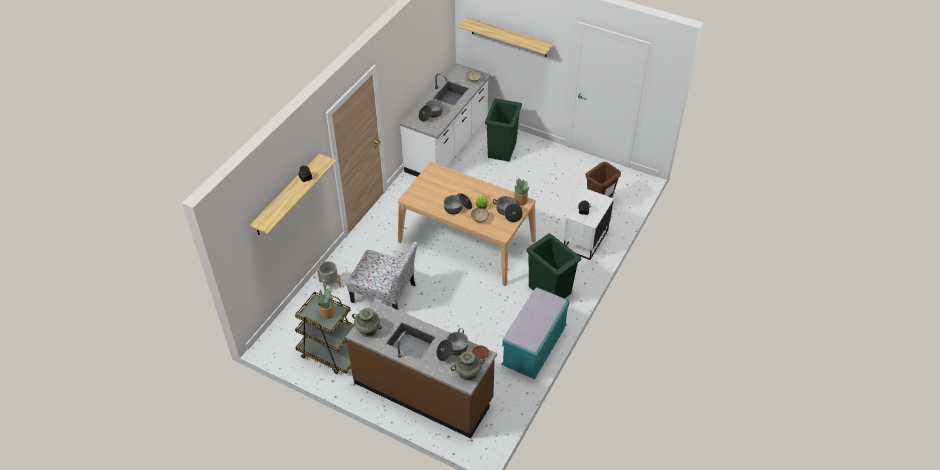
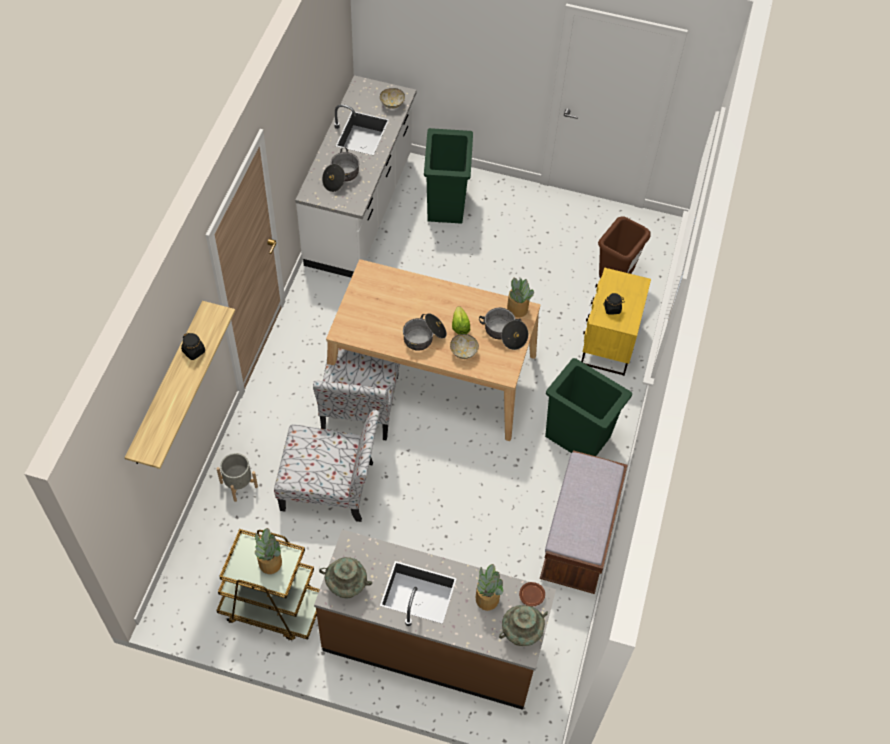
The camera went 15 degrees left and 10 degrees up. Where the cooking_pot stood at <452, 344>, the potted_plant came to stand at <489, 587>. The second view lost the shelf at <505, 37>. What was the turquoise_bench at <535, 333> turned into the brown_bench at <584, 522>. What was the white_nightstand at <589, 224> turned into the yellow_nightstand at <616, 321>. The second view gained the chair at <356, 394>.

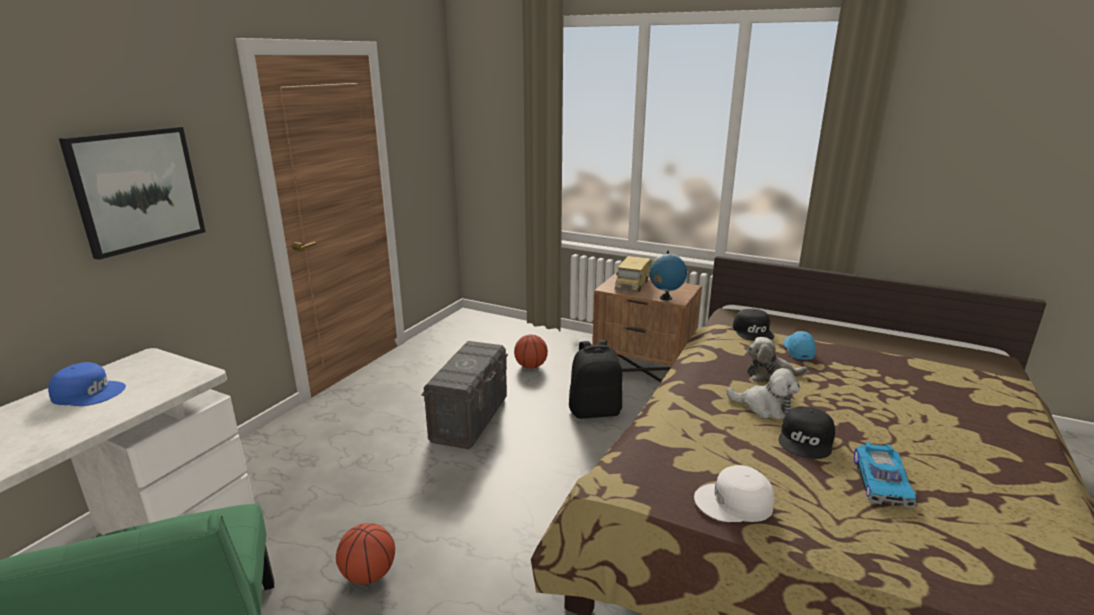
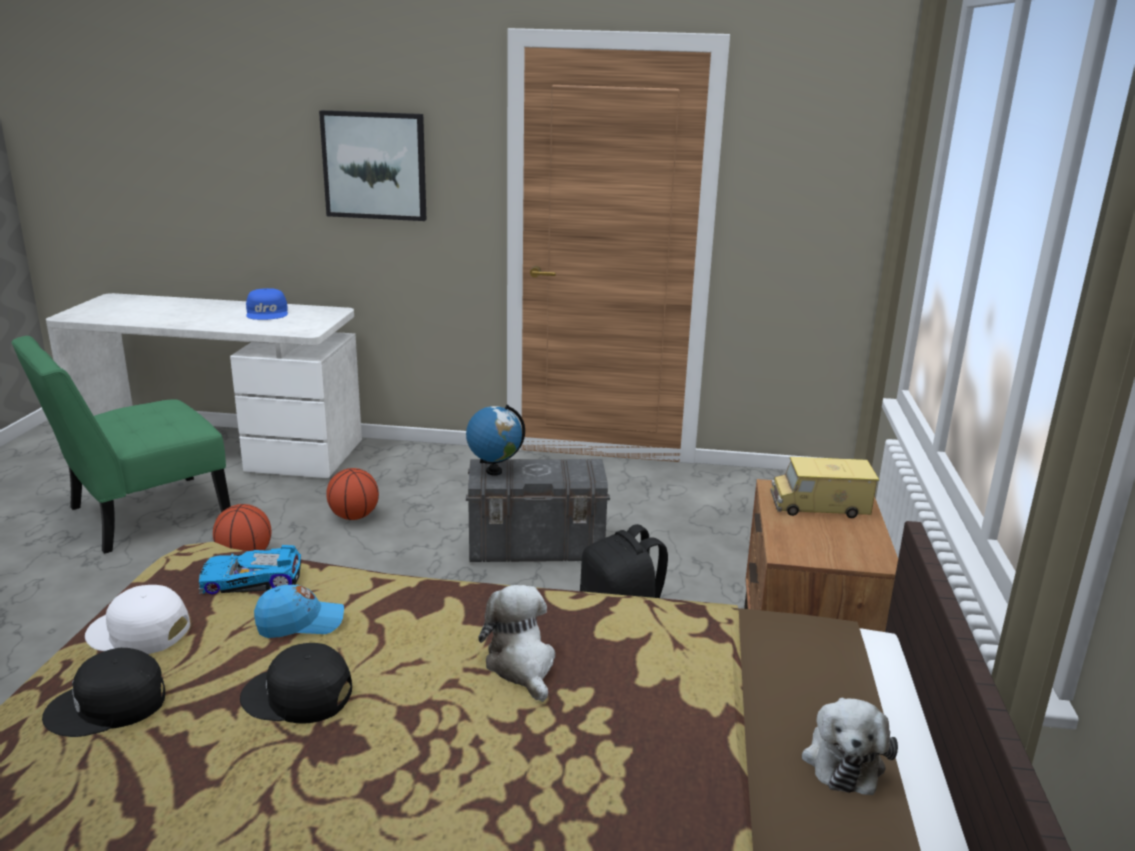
The camera went 70 degrees right and 0 degrees up. The basketball ended up elsewhere, having gone from <531, 351> to <352, 494>. The globe ended up elsewhere, having gone from <668, 275> to <495, 440>. The white_cap at <734, 493> ended up facing another way, 60 degrees counterclockwise from before. The plush_toy ended up elsewhere, having gone from <763, 393> to <850, 746>. The black_cap ended up elsewhere, having gone from <753, 325> to <103, 692>. The blue_cap ended up elsewhere, having gone from <799, 345> to <299, 611>. The toy_car ended up elsewhere, having gone from <885, 475> to <250, 569>.

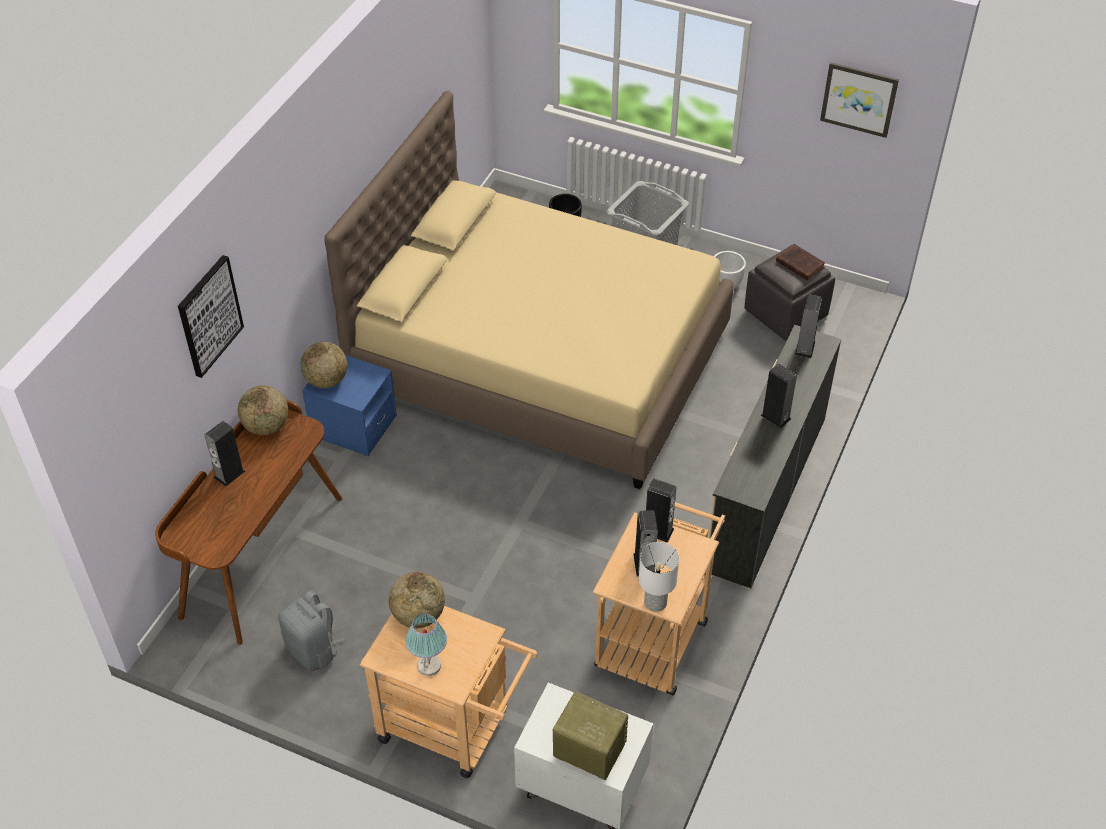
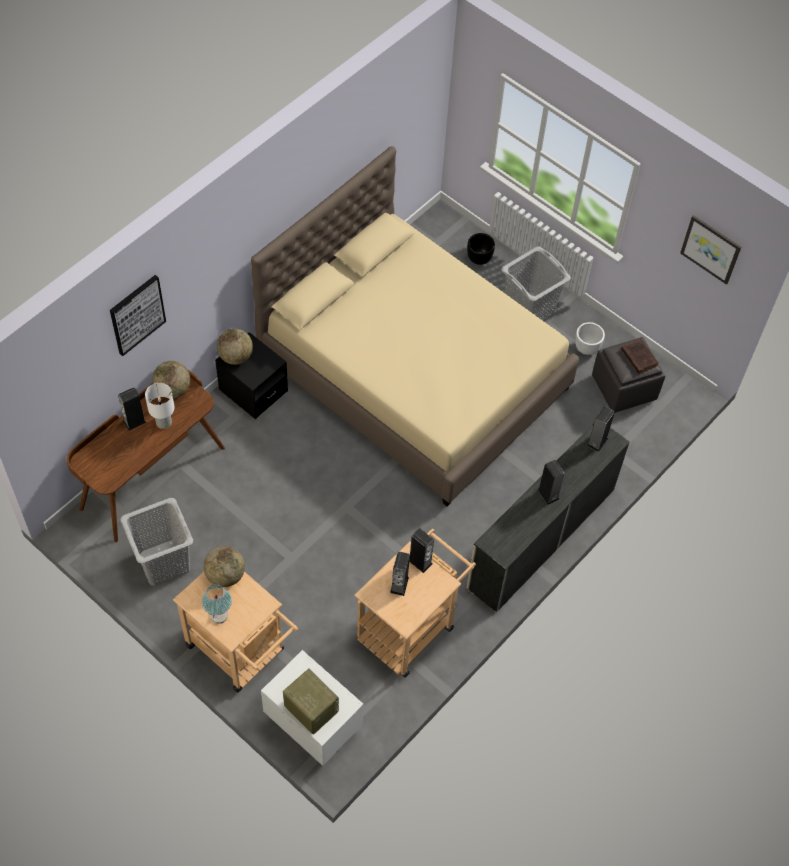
The camera went 15 degrees right and 10 degrees up. Where the grey_backpack stood at <311, 630>, the grey_laundry_basket came to stand at <156, 542>. What was the blue_nightstand at <349, 405> turned into the black_nightstand at <251, 375>. The white_table_lamp ended up elsewhere, having gone from <659, 577> to <159, 406>.

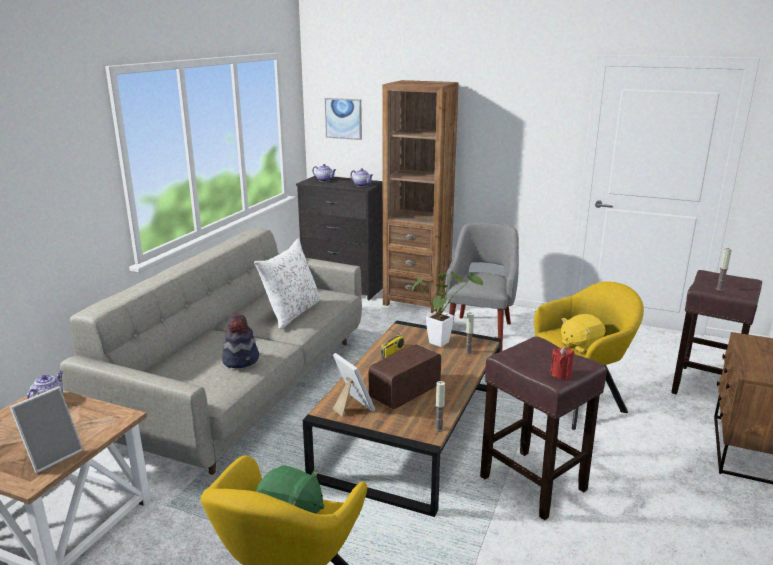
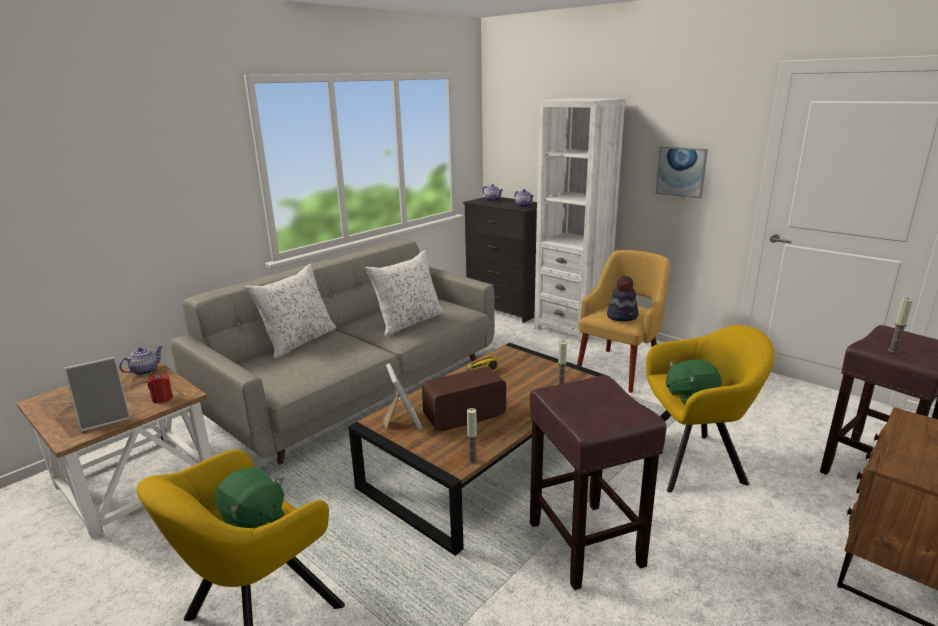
The camera went 20 degrees right and 0 degrees up. The hat ended up elsewhere, having gone from <240, 341> to <623, 299>. The picture ended up elsewhere, having gone from <343, 119> to <681, 172>. What was the brown_bookcase at <420, 196> turned into the white_bookcase at <579, 220>. The second view lost the potted_plant at <447, 309>. What was the grey_armchair at <482, 287> turned into the yellow_armchair at <623, 321>. The red_candle ended up elsewhere, having gone from <562, 363> to <160, 388>. What was the yellow_plush_toy at <583, 333> turned into the green_plush_toy at <694, 381>. The second view gained the white_pillow at <291, 311>.

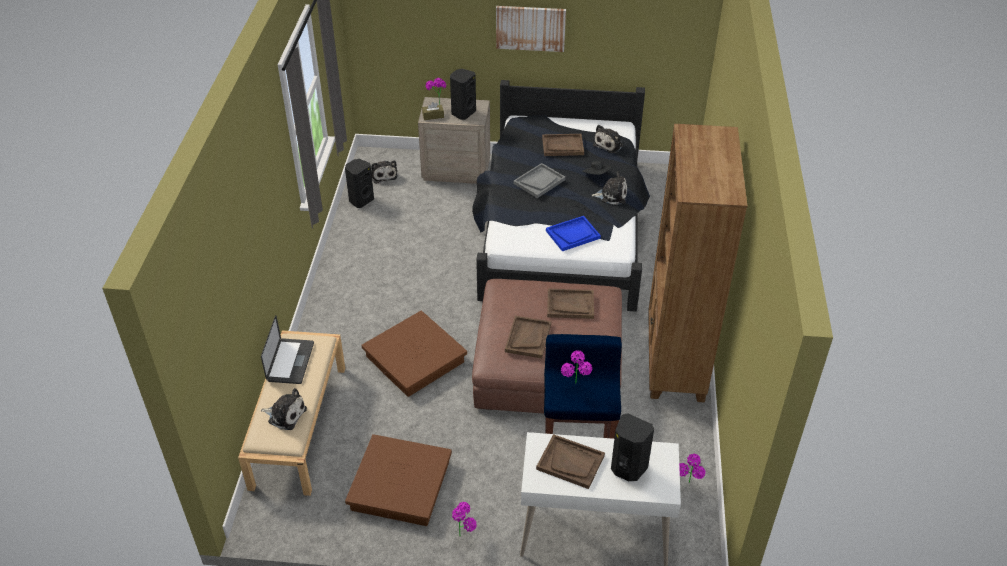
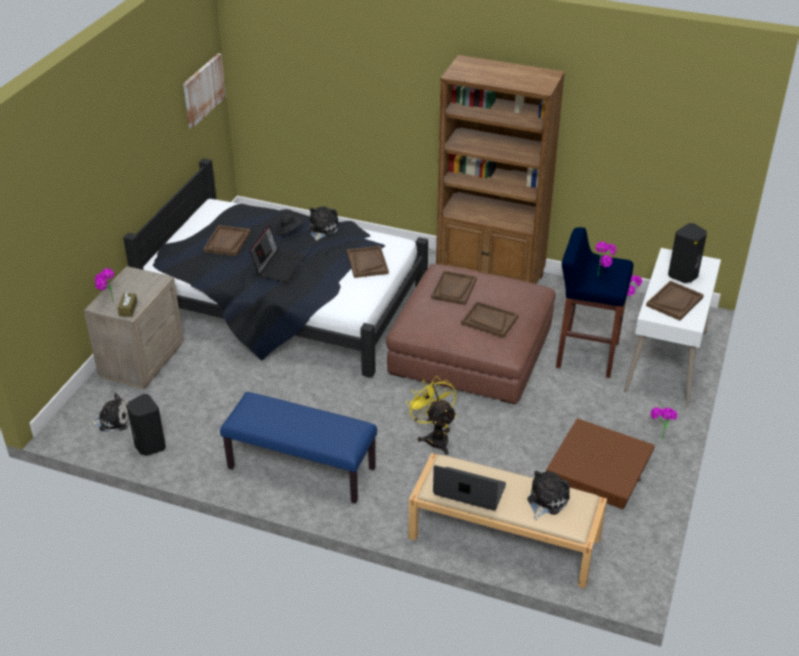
The camera went 75 degrees left and 5 degrees down. Where the brown_storage_box stood at <414, 354>, the yellow_fan came to stand at <431, 415>. The second view lost the black_speaker at <463, 94>. The picture ended up elsewhere, having gone from <531, 29> to <204, 91>. Where the grey_tray stood at <539, 180>, the laptop came to stand at <277, 253>. What was the blue_tray at <573, 233> turned into the brown_tray at <368, 262>. The second view lost the plush_toy at <608, 139>. The second view gained the blue_bench at <298, 448>.

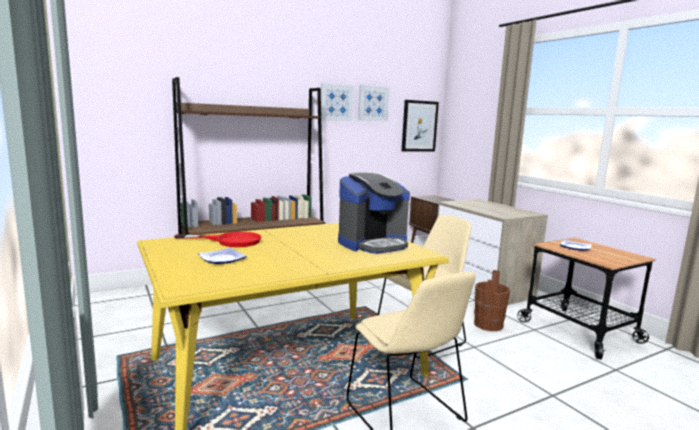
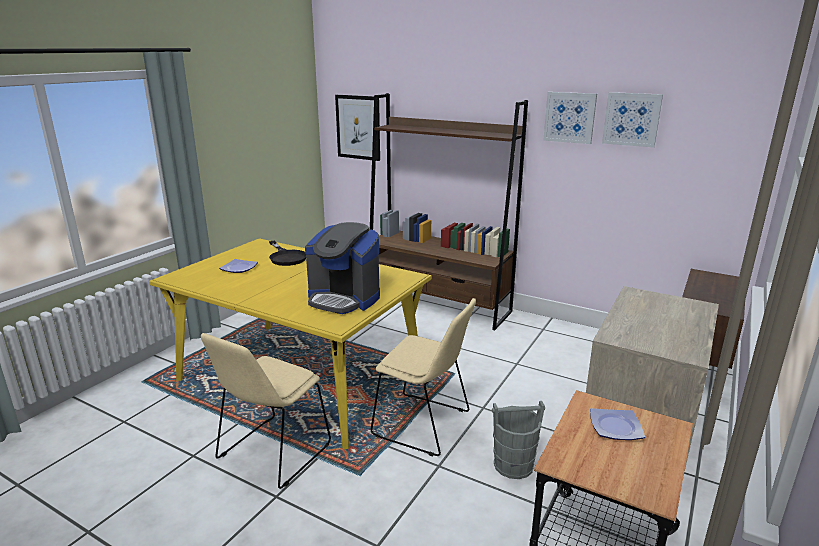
The camera went 60 degrees right and 10 degrees up. What was the red_frying_pan at <218, 239> turned into the black_frying_pan at <287, 253>. The picture ended up elsewhere, having gone from <420, 126> to <357, 128>. What was the brown_bucket at <492, 300> turned into the grey_bucket at <518, 440>.

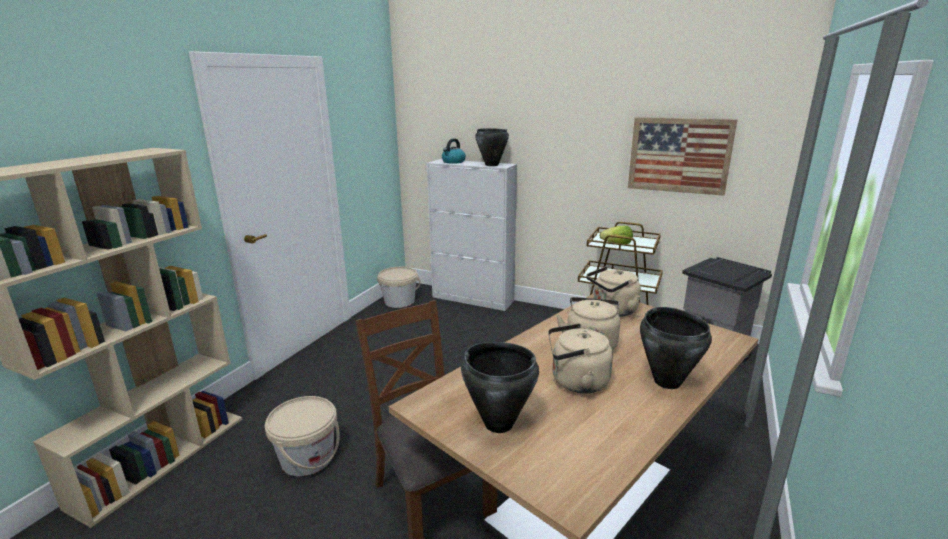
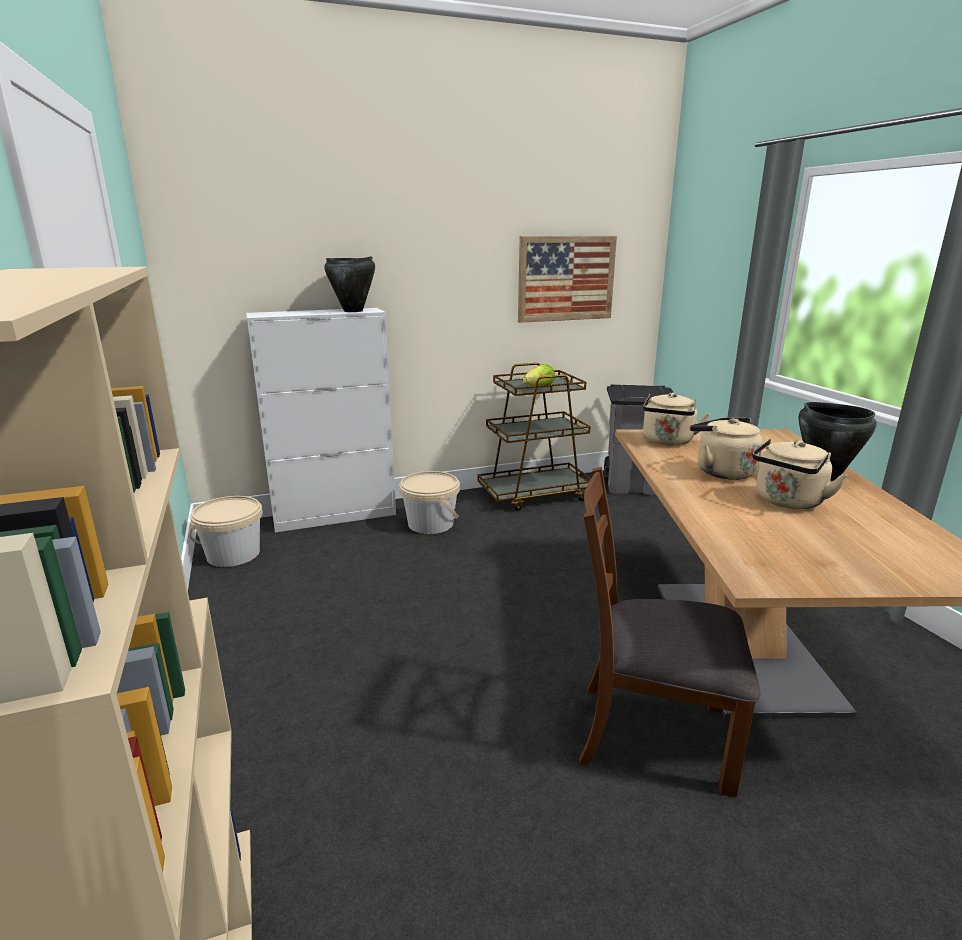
The camera went 45 degrees left and 0 degrees up. The beige_bucket ended up elsewhere, having gone from <302, 436> to <429, 502>. The second view lost the kettle at <454, 151>. The second view lost the black_cooking_pot at <500, 387>.

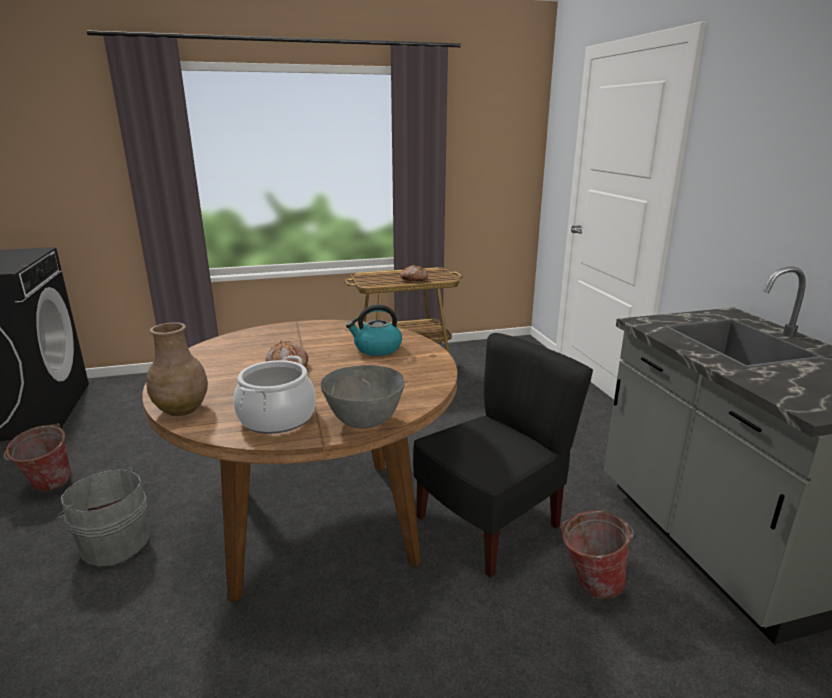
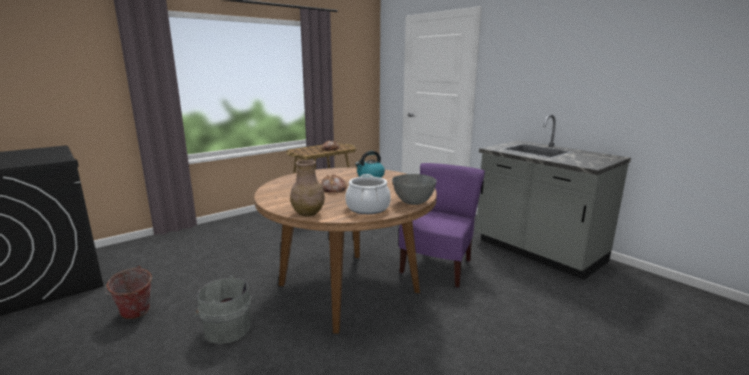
The camera went 25 degrees left and 5 degrees down. What was the black_chair at <503, 455> turned into the purple_chair at <442, 225>. The second view lost the bucket at <597, 555>.

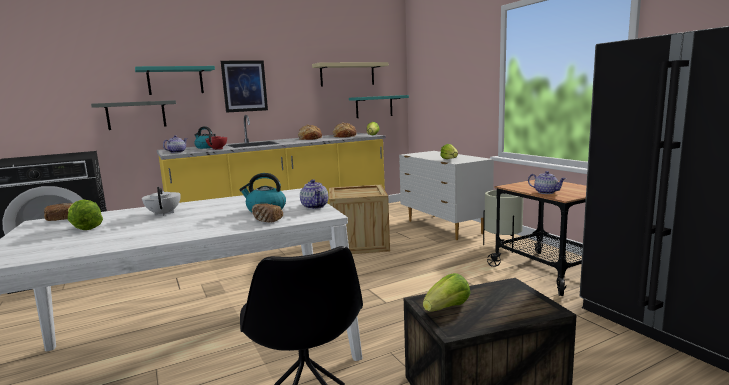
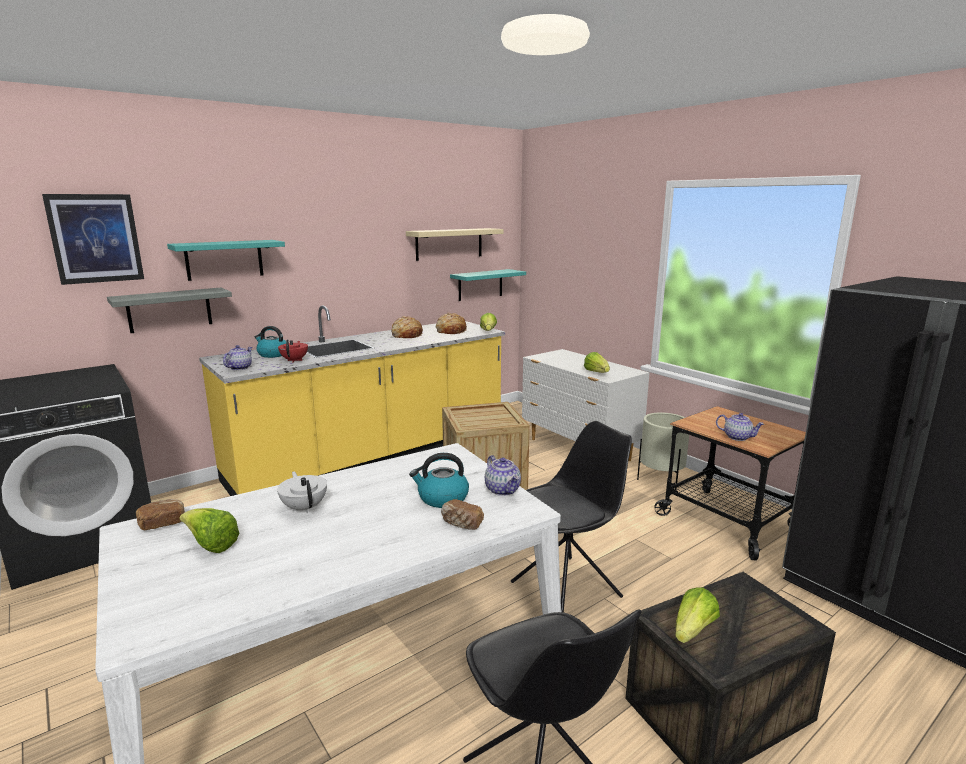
The camera went 10 degrees left and 5 degrees up. The picture ended up elsewhere, having gone from <244, 87> to <93, 239>. The second view gained the black_chair at <571, 516>.

